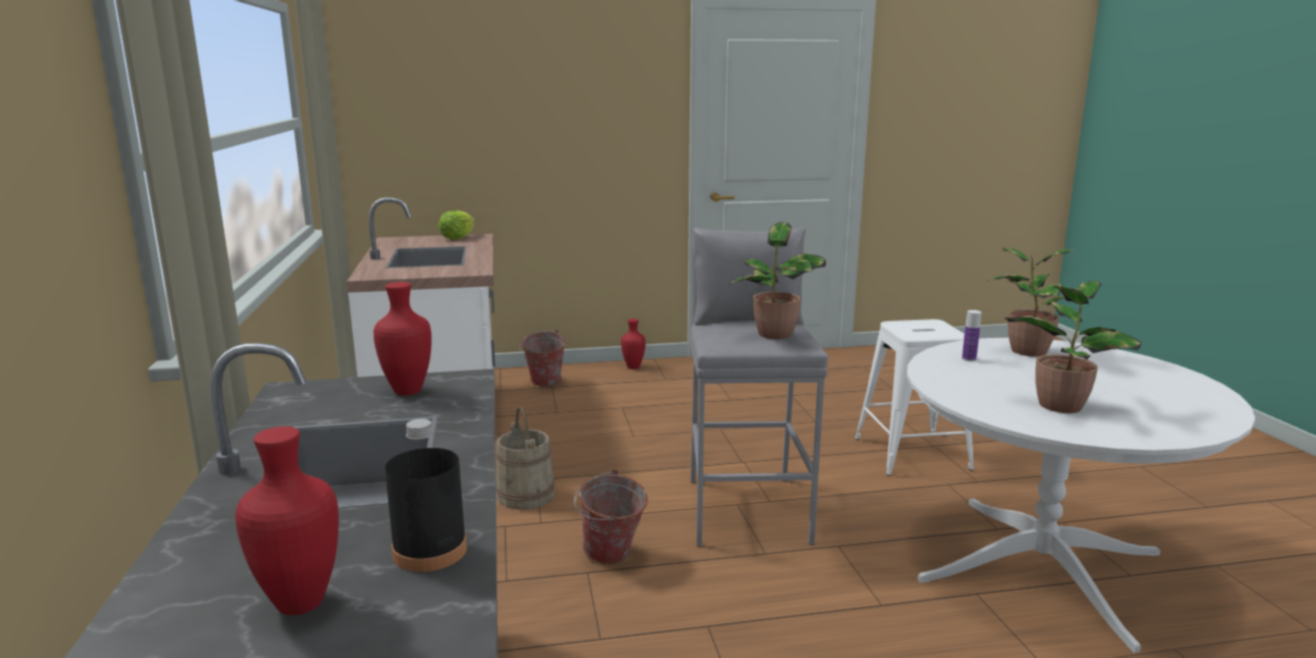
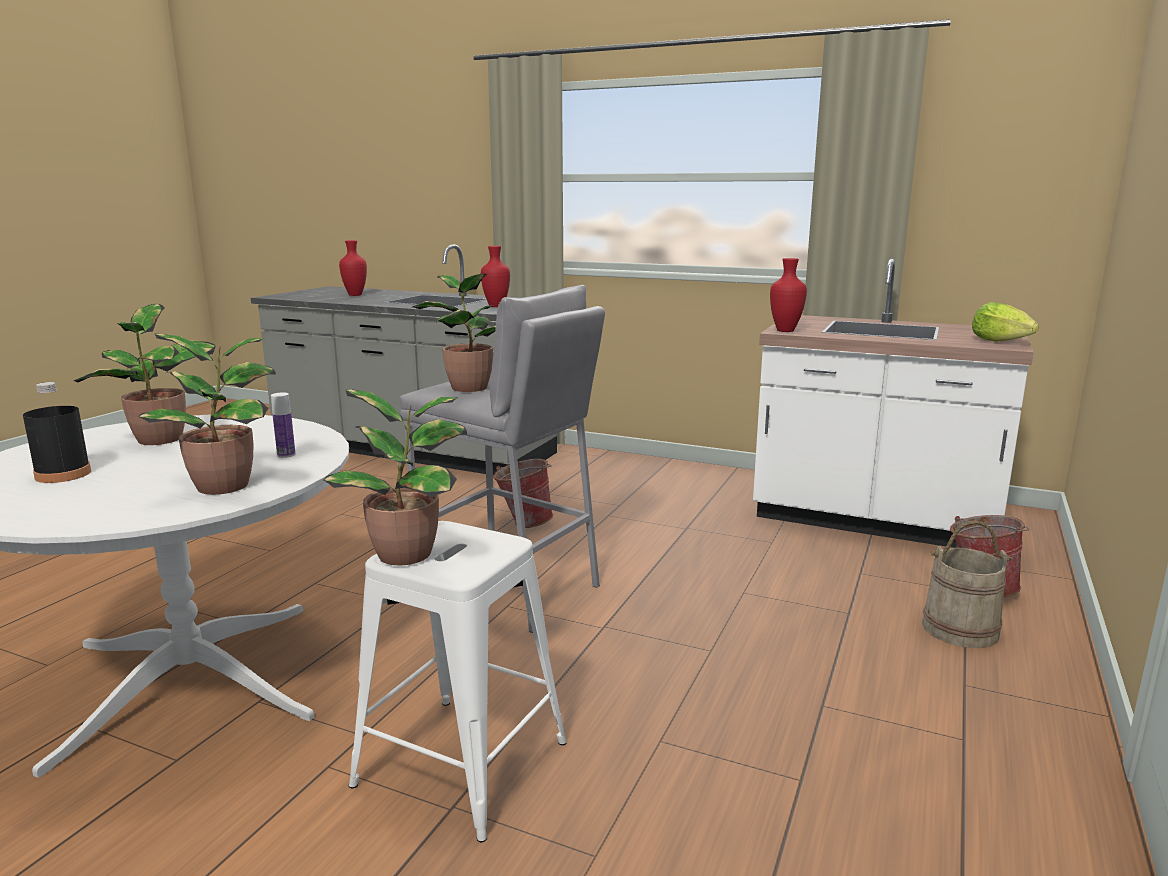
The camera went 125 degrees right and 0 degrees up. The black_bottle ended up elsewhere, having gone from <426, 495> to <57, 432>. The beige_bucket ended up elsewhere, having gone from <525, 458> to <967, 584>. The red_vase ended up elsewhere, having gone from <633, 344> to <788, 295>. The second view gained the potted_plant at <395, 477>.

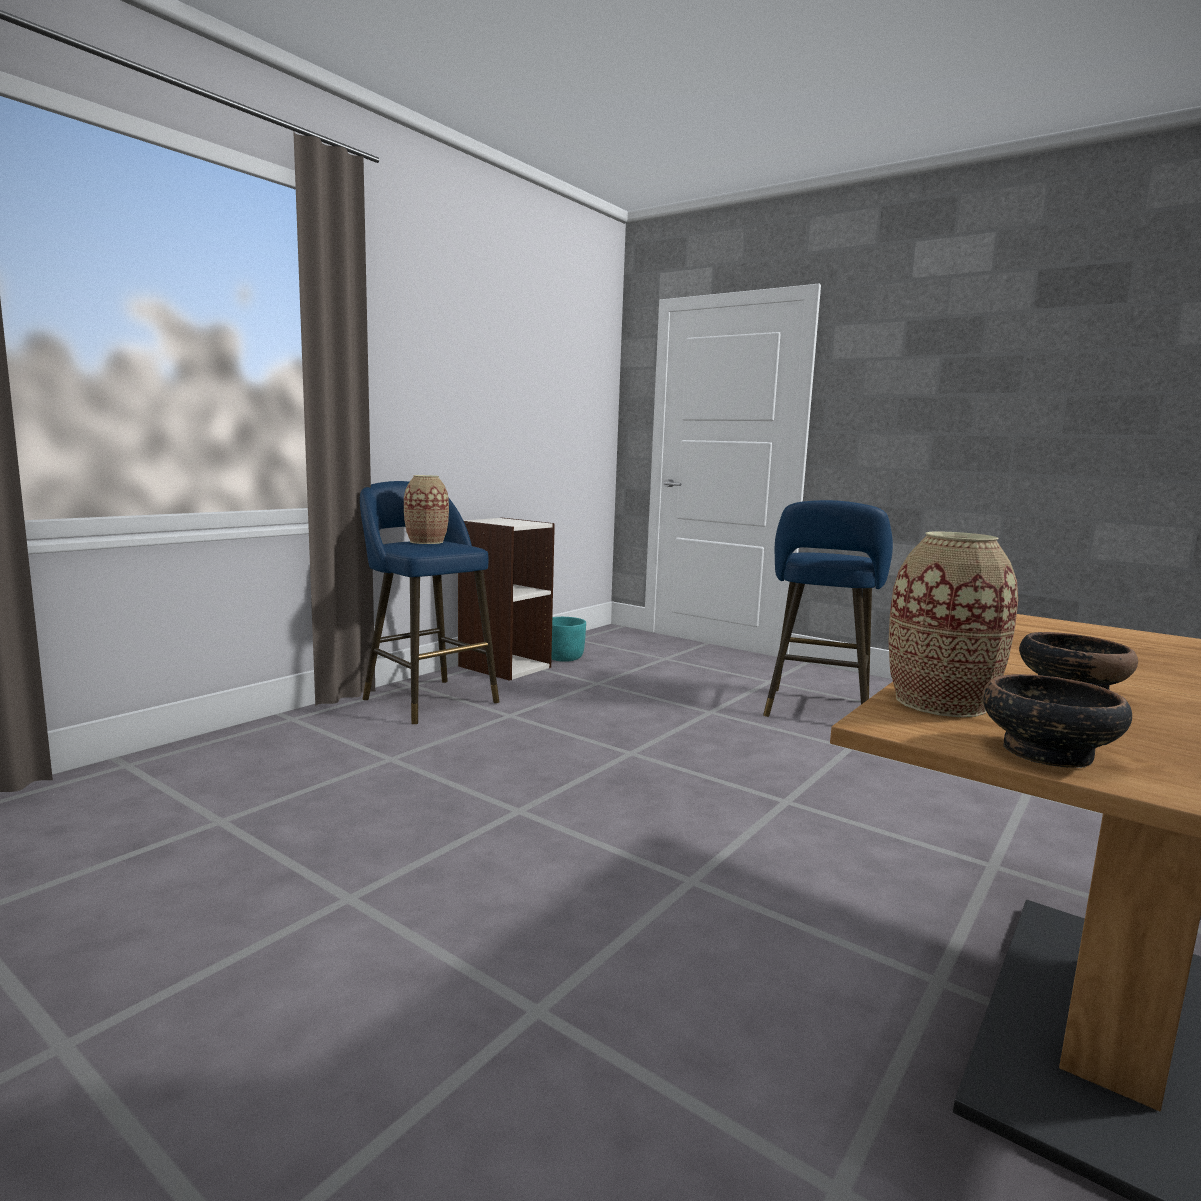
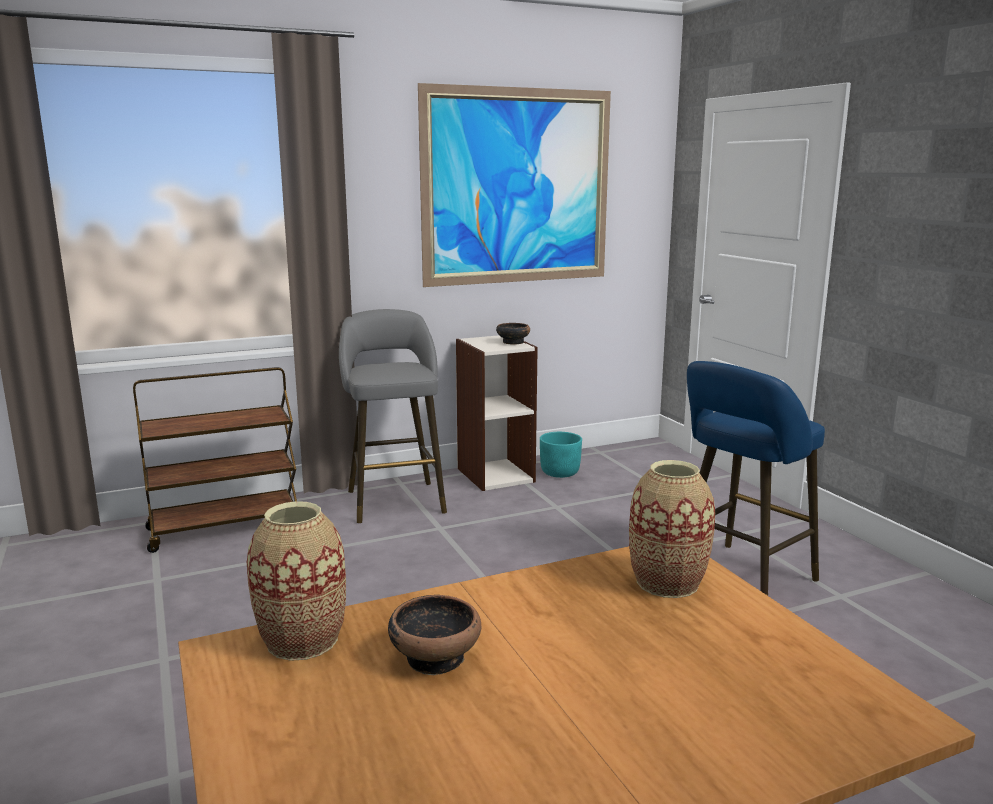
The camera went 30 degrees right and 5 degrees up. What was the blue_stool at <430, 602> turned into the grey_stool at <393, 416>. The vase ended up elsewhere, having gone from <426, 509> to <672, 529>. The bowl ended up elsewhere, having gone from <1057, 721> to <513, 334>. The second view gained the brown_cart at <215, 460>. The second view gained the picture at <514, 185>.

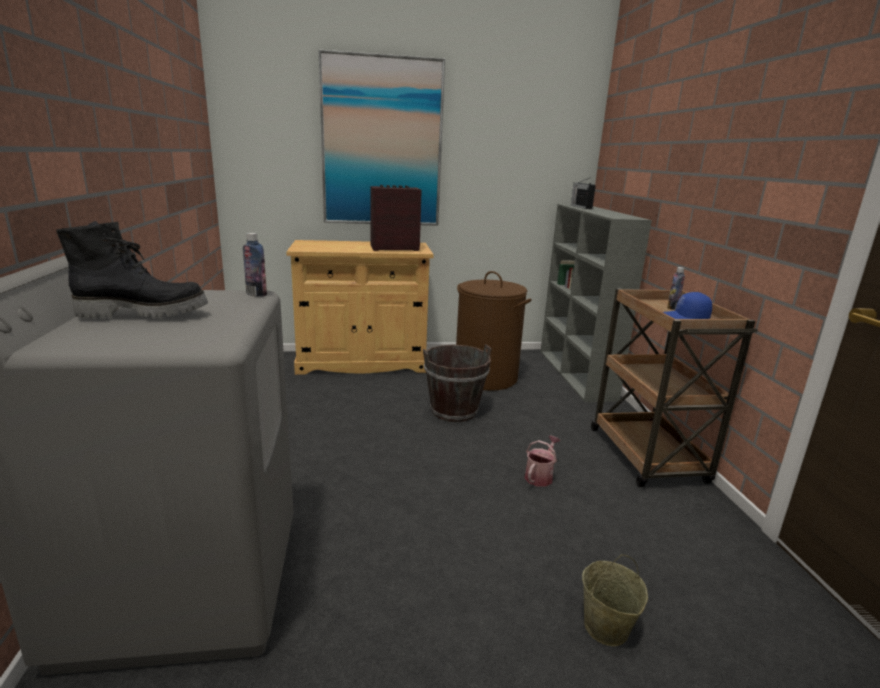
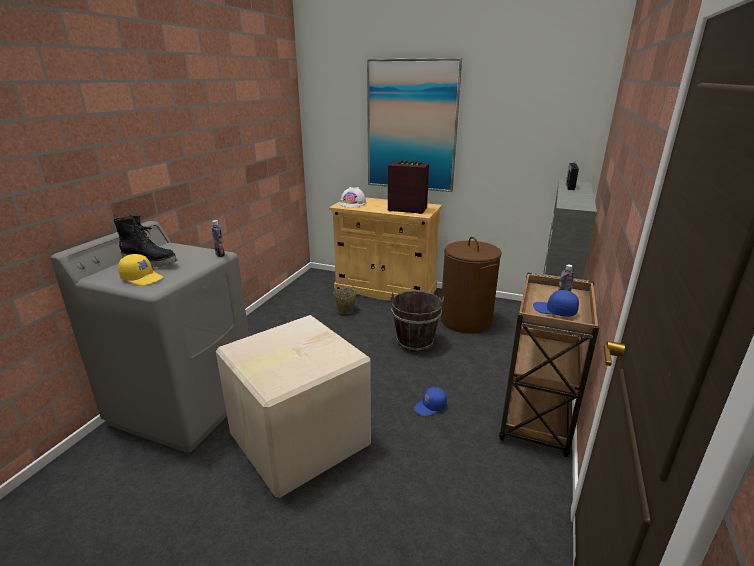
The camera went 30 degrees right and 5 degrees up. Where the watering_can stood at <542, 461>, the blue_cap came to stand at <430, 402>. The beige_bucket ended up elsewhere, having gone from <615, 600> to <345, 297>. The second view gained the yellow_cap at <140, 270>. The second view gained the cardboard_box at <293, 406>. The second view gained the white_hard_hat at <352, 197>.

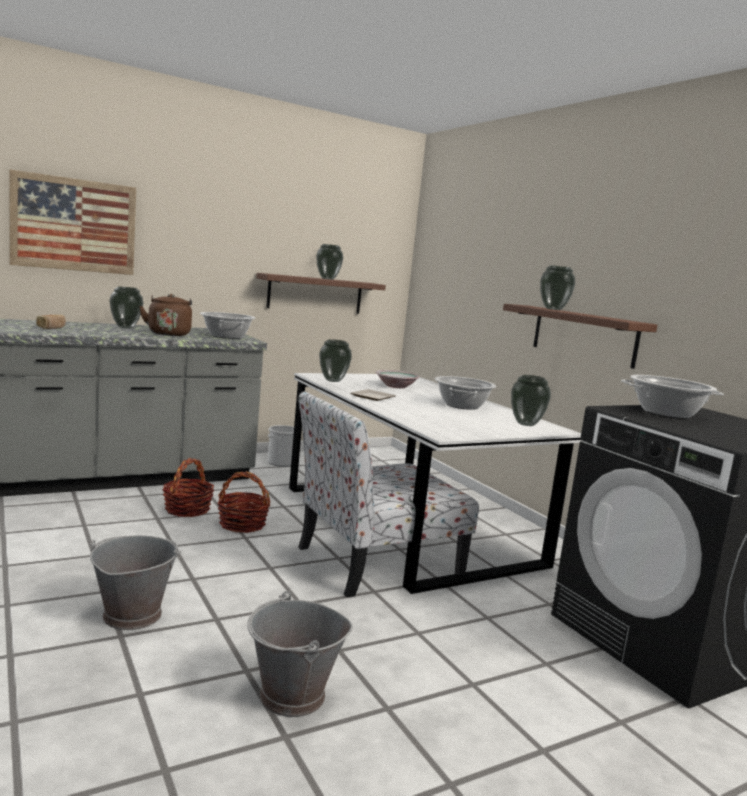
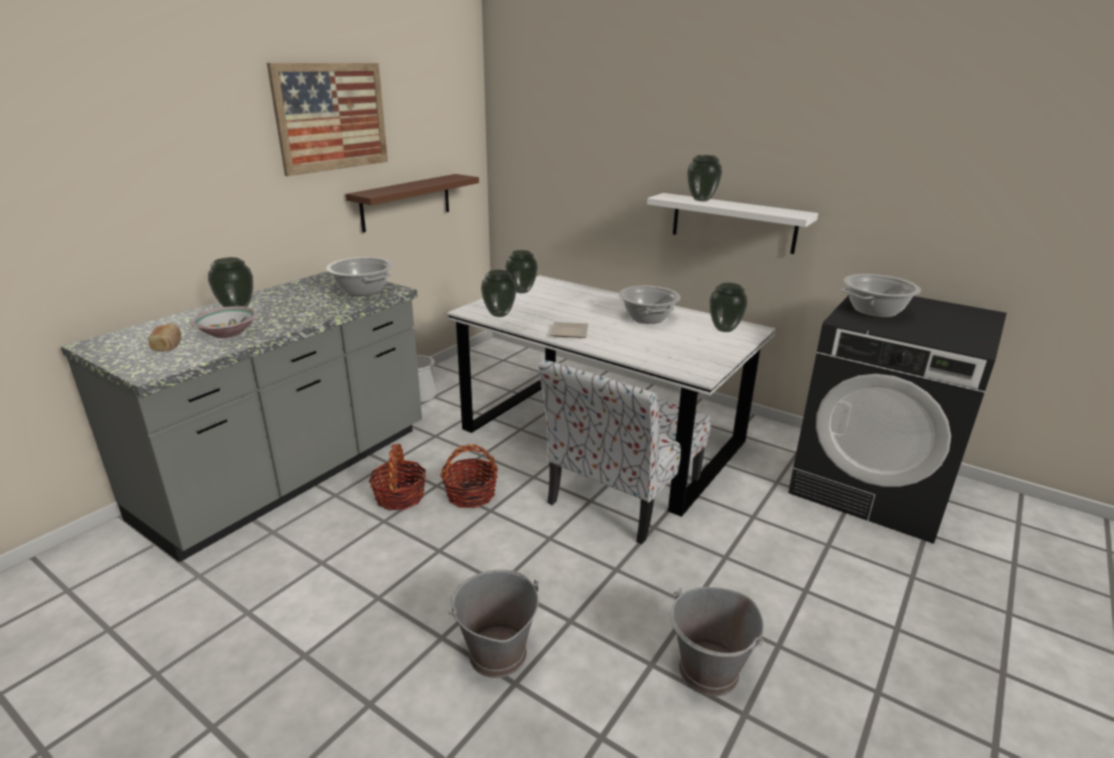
The camera went 25 degrees left and 15 degrees up. The picture ended up elsewhere, having gone from <72, 222> to <327, 119>. The second view lost the brown_kettle at <165, 315>. The vase ended up elsewhere, having gone from <329, 262> to <521, 271>. The bowl ended up elsewhere, having gone from <398, 379> to <223, 322>. What was the brown_shelf at <580, 336> turned into the white_shelf at <732, 223>.

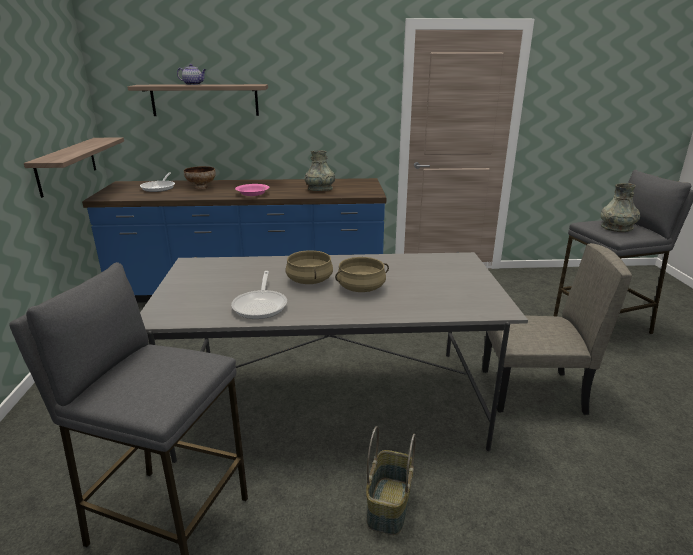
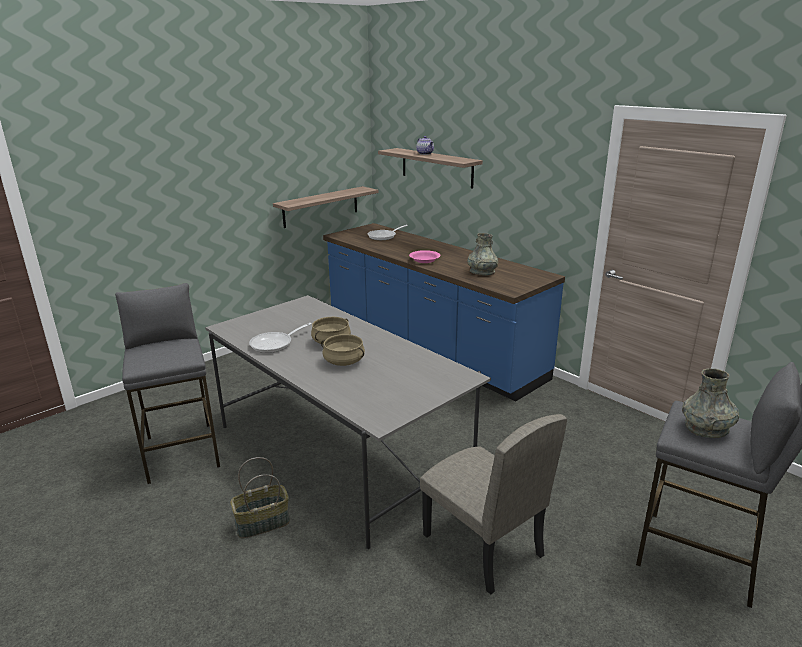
The camera went 50 degrees right and 0 degrees up. The second view lost the bowl at <200, 178>.

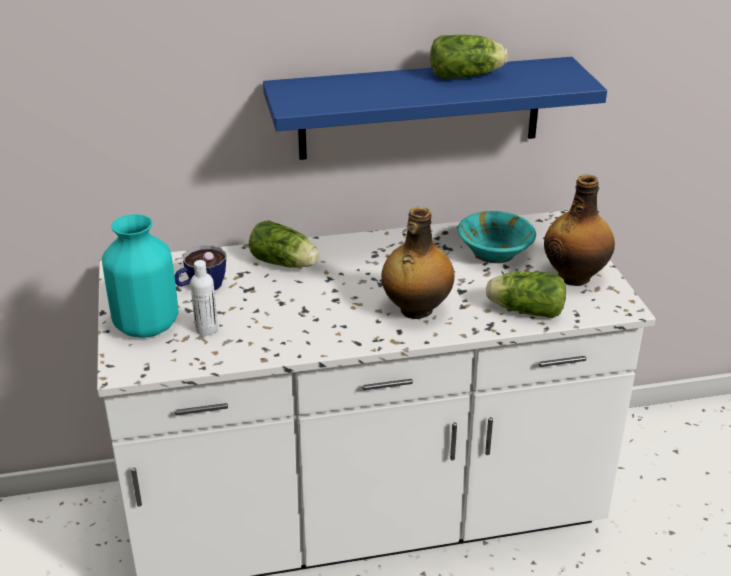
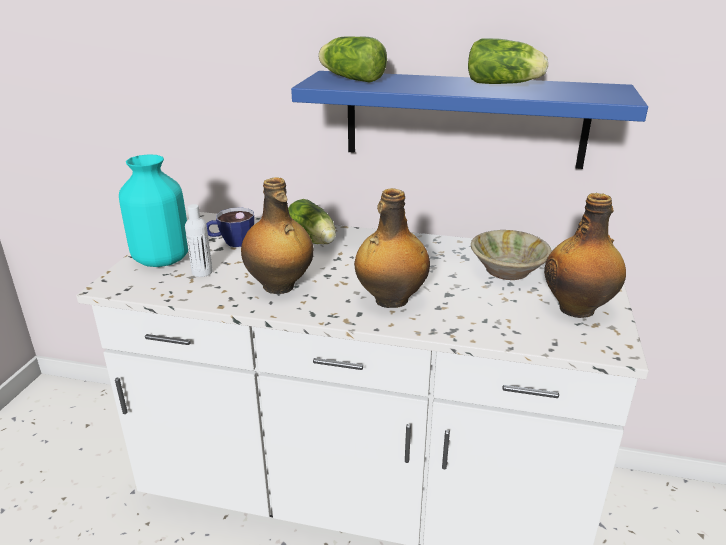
The camera went 25 degrees right and 5 degrees down. What was the turquoise_bowl at <497, 237> turned into the beige_bowl at <511, 255>. The lettuce ended up elsewhere, having gone from <526, 295> to <352, 60>. The second view gained the bottle at <277, 235>.

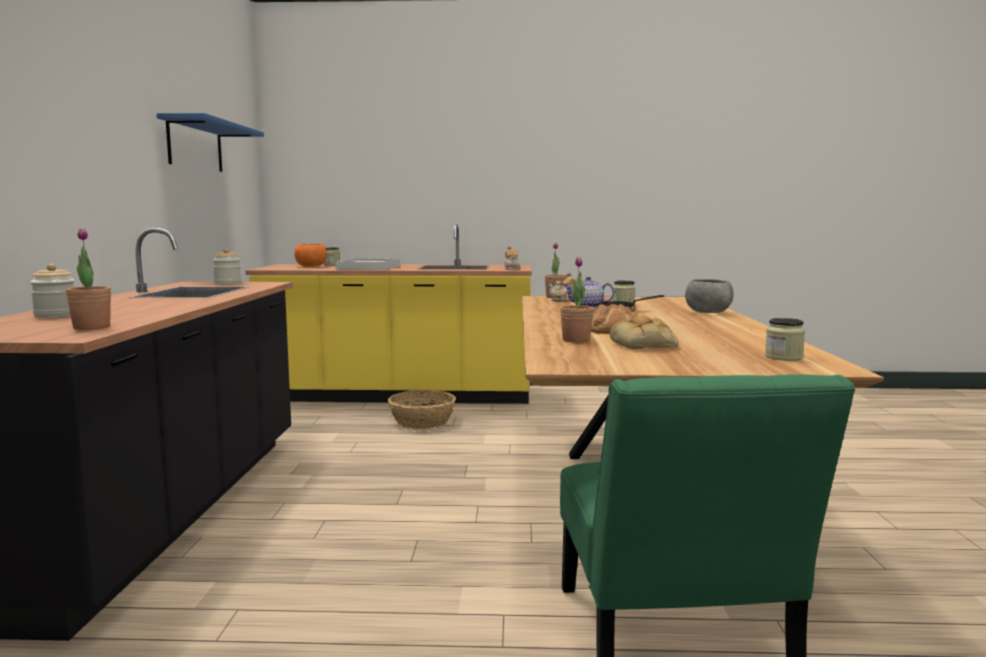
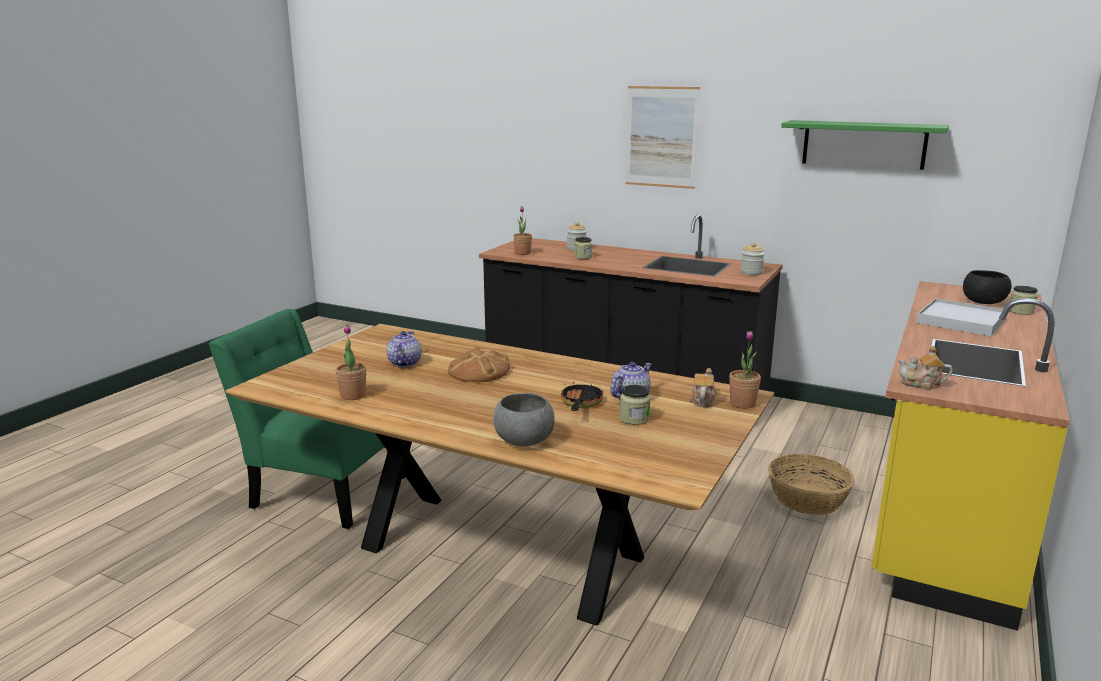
The camera went 115 degrees right and 10 degrees up. What was the blue_shelf at <210, 142> turned into the green_shelf at <865, 145>. What was the orange_bowl at <310, 255> turned into the black_bowl at <987, 287>. The potted_plant ended up elsewhere, having gone from <577, 299> to <351, 362>. Where the bread stood at <644, 332>, the teapot came to stand at <404, 349>. The jar ended up elsewhere, having gone from <785, 339> to <583, 248>. The second view gained the picture at <662, 137>.

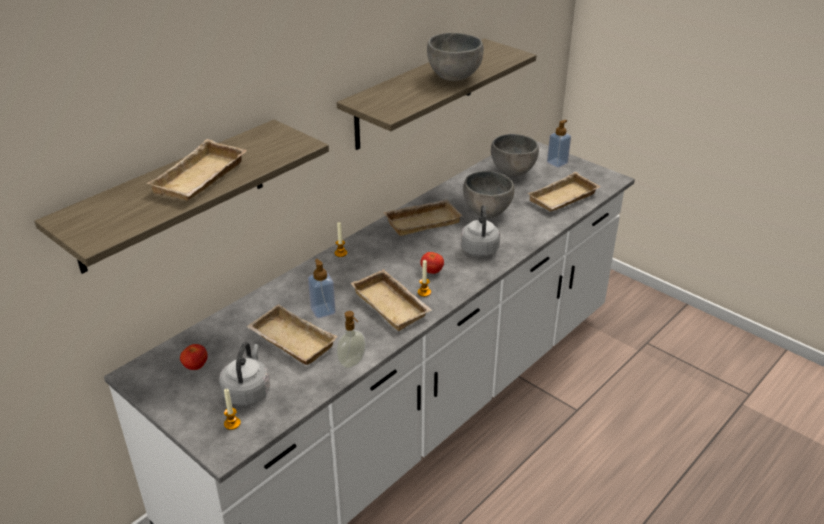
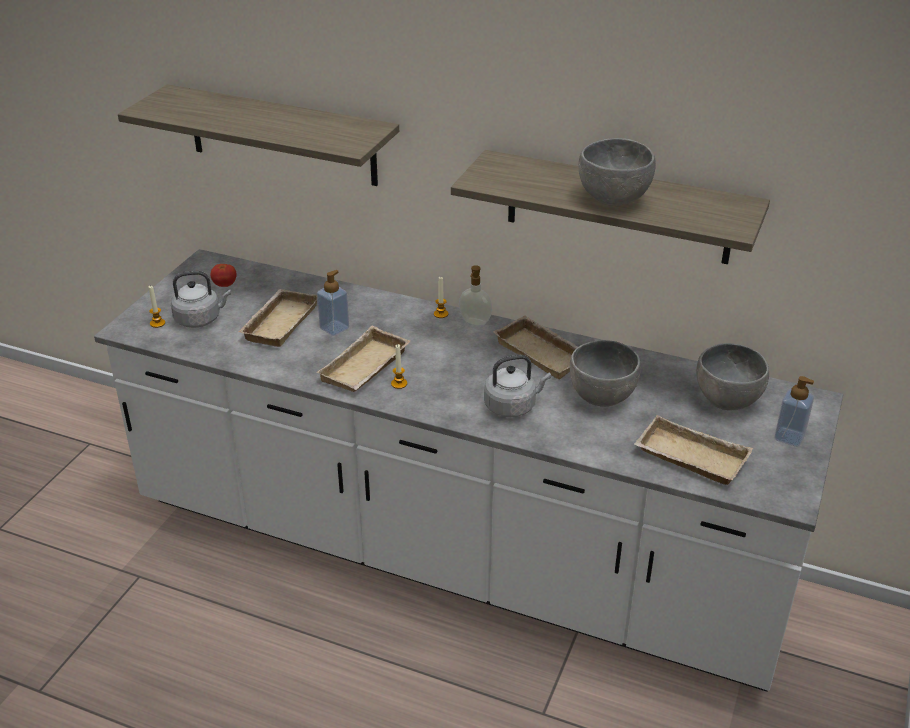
The camera went 70 degrees right and 0 degrees up. The second view lost the beige_tray at <196, 170>. The soap_dispenser ended up elsewhere, having gone from <351, 340> to <475, 295>. The second view lost the tomato at <432, 263>.

